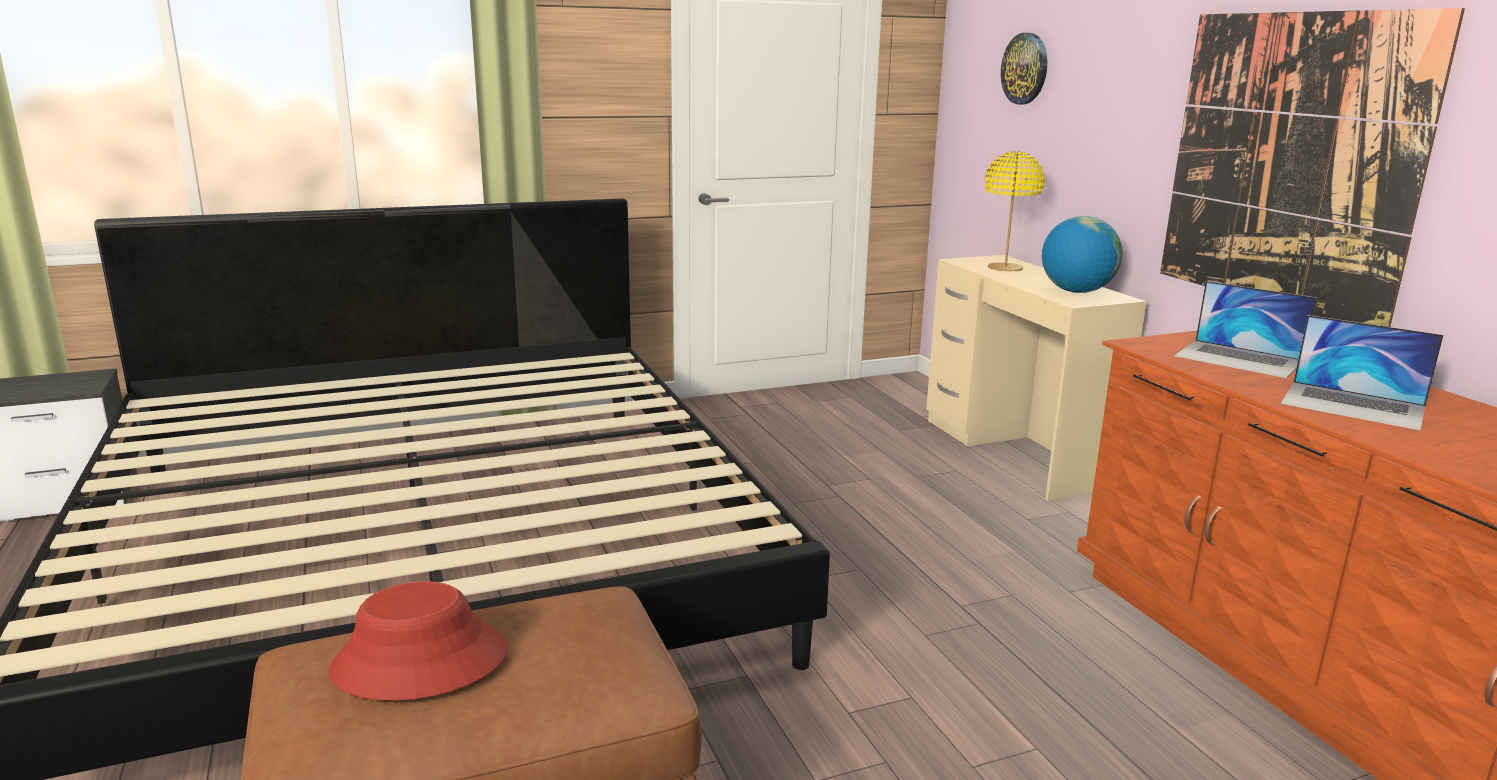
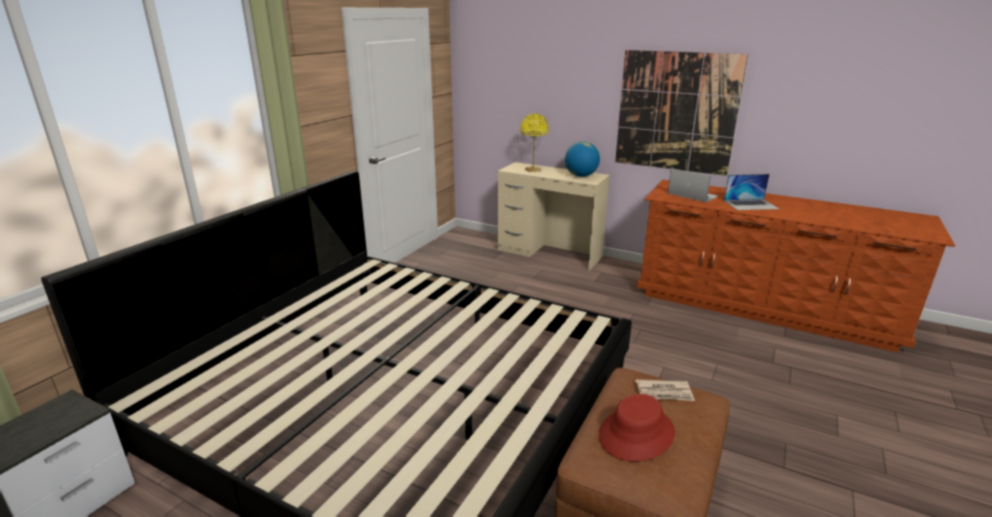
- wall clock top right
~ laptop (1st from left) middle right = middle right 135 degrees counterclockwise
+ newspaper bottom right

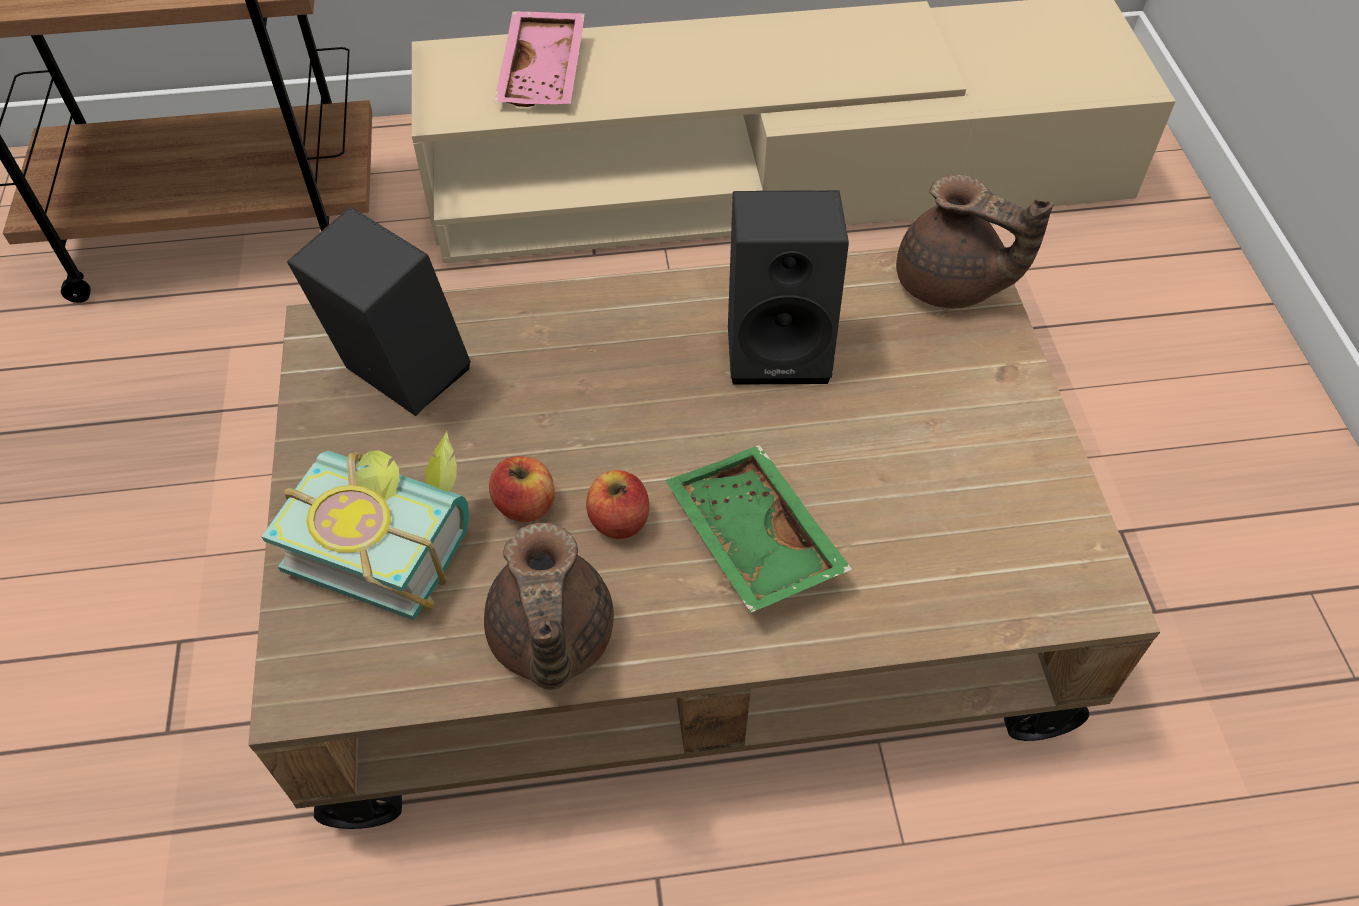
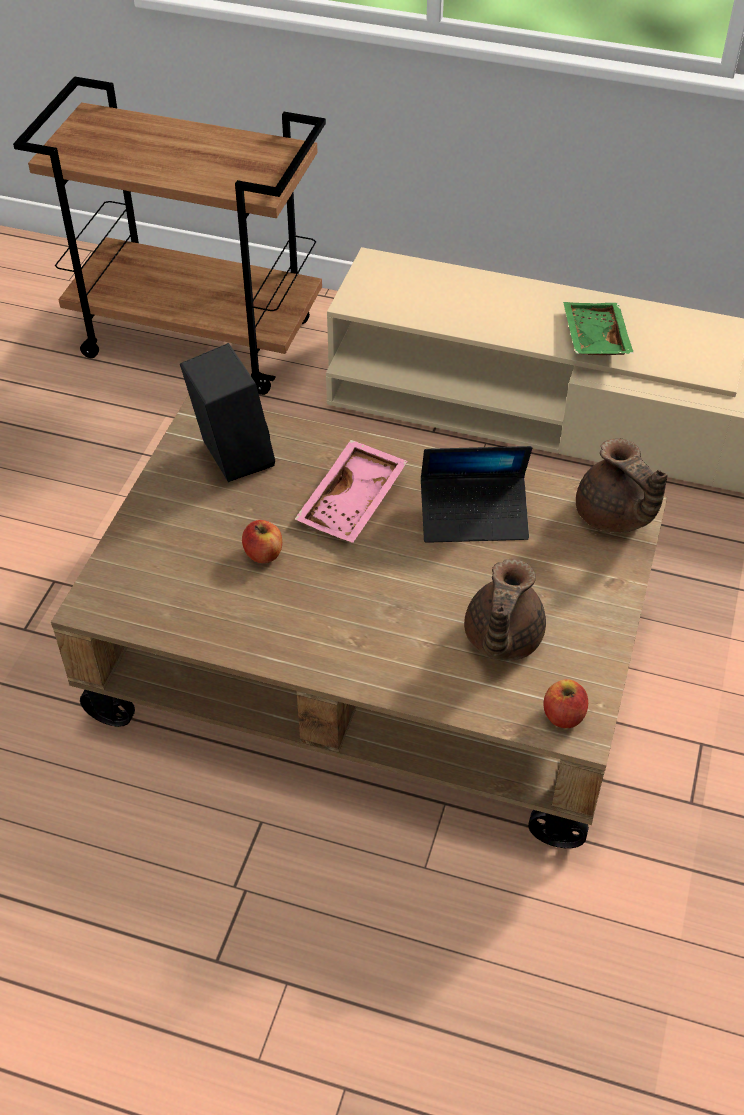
~ pink tray top centre to centre
~ black speaker (2nd from left) top centre to laptop centre
- book middle left
~ green tray centre to top right
~ apple (2nd from left) centre to middle right
~ brown teapot (1st from left) bottom centre to middle right

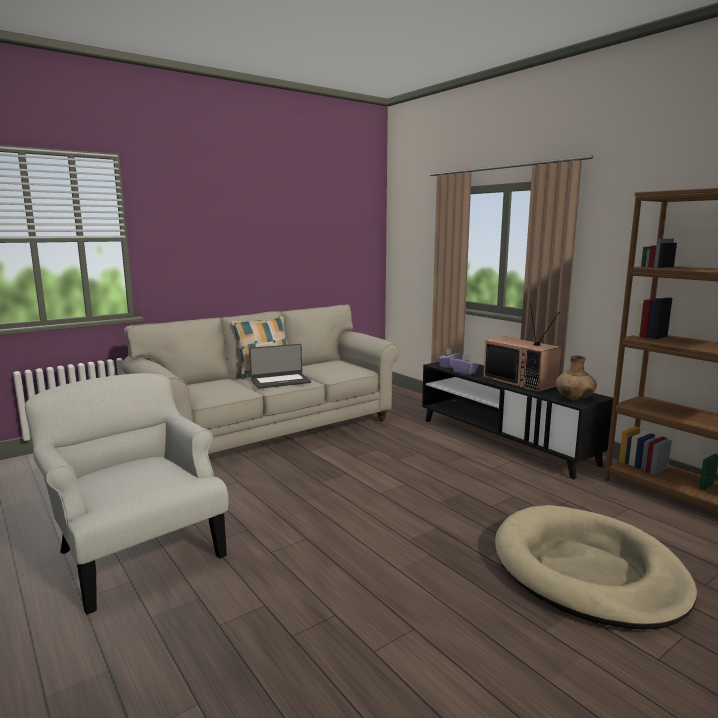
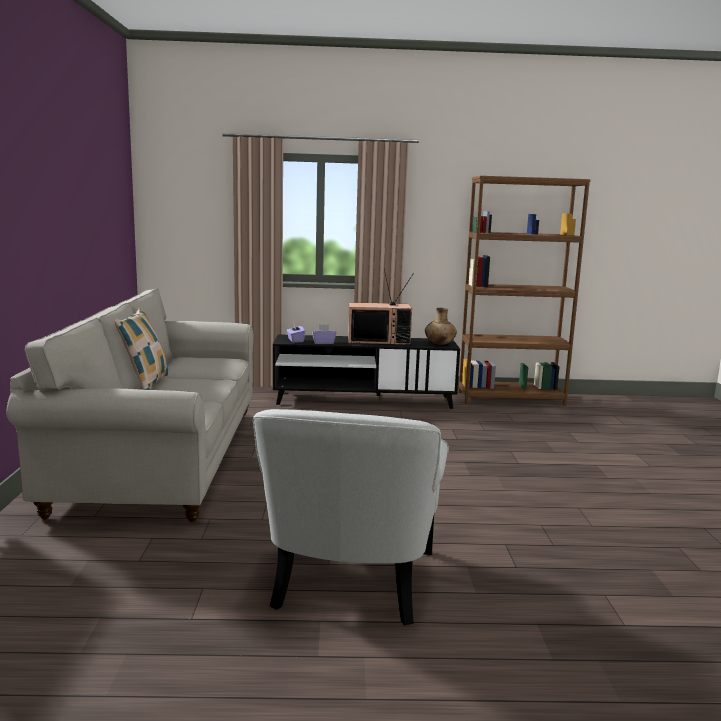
- laptop centre
~ white armchair bottom left = bottom centre 75 degrees counterclockwise
- beige dog bed bottom right

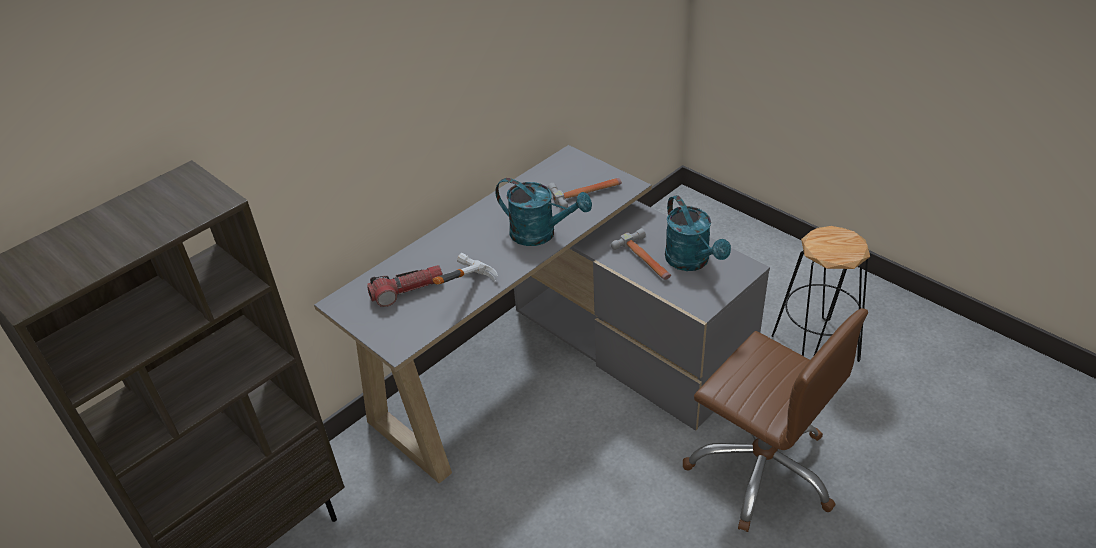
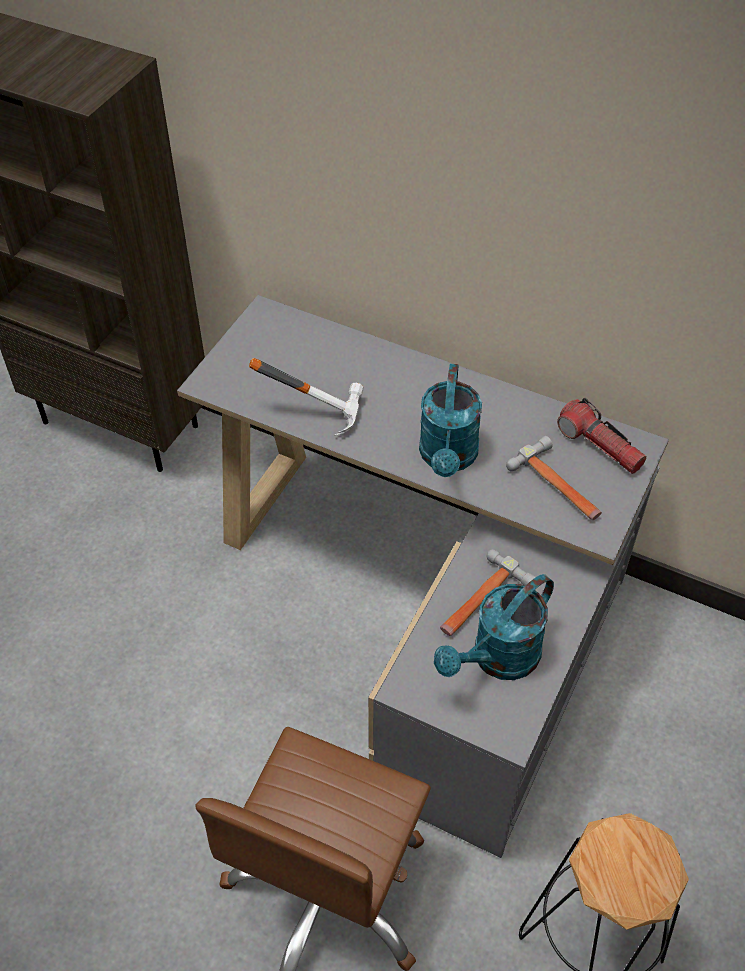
~ flashlight centre to middle right

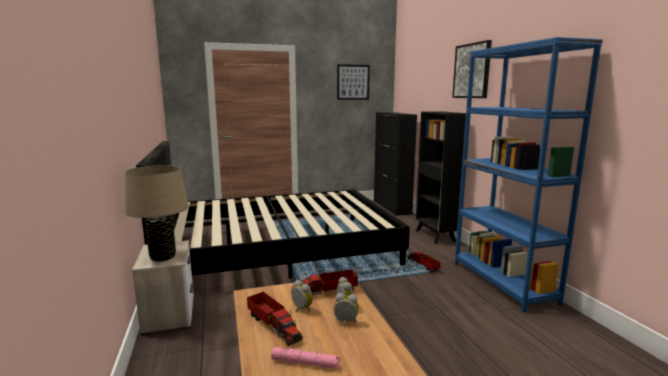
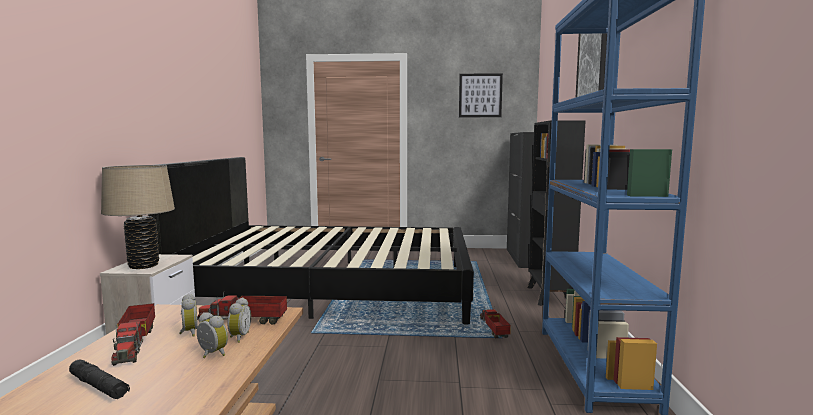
~ pink flashlight bottom centre to black flashlight bottom left

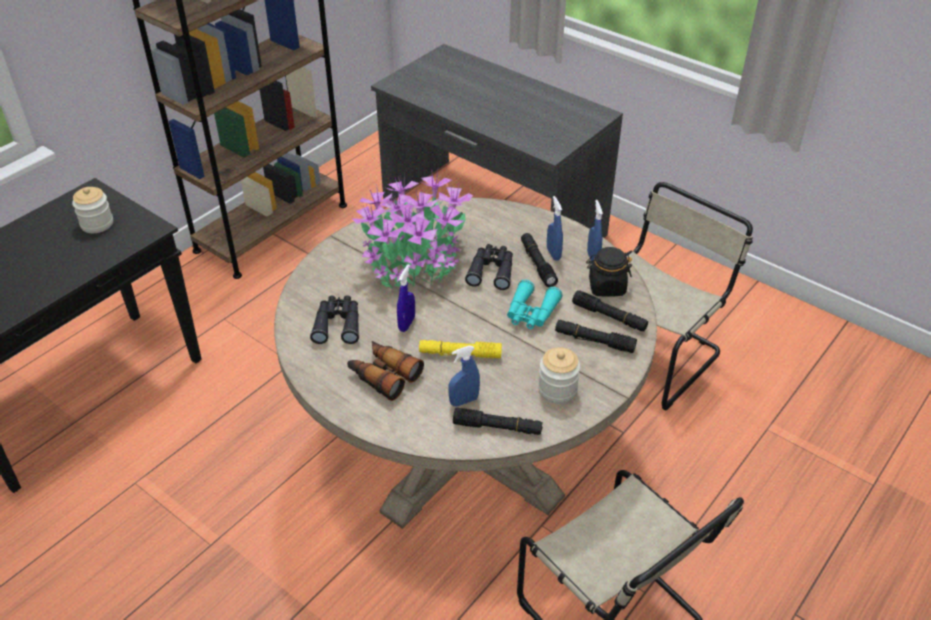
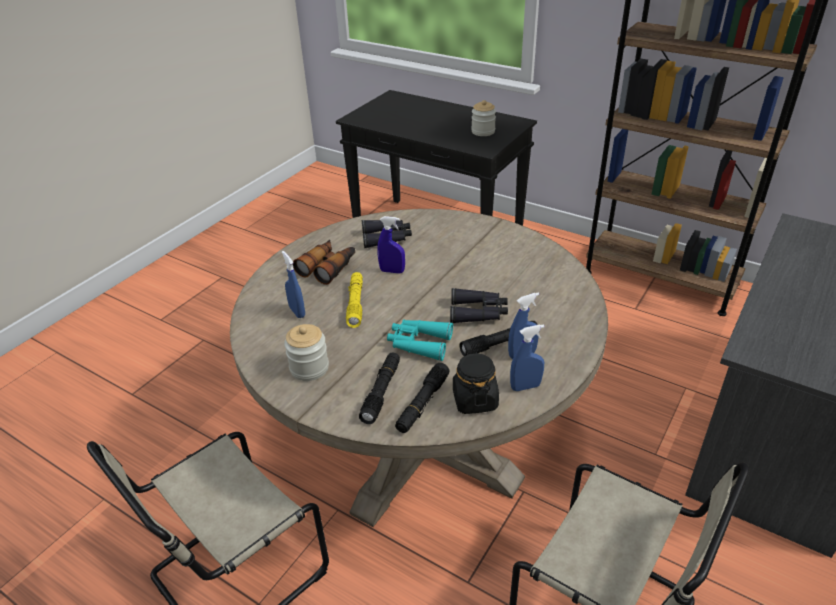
- potted plant centre
- black flashlight (1st from left) bottom centre

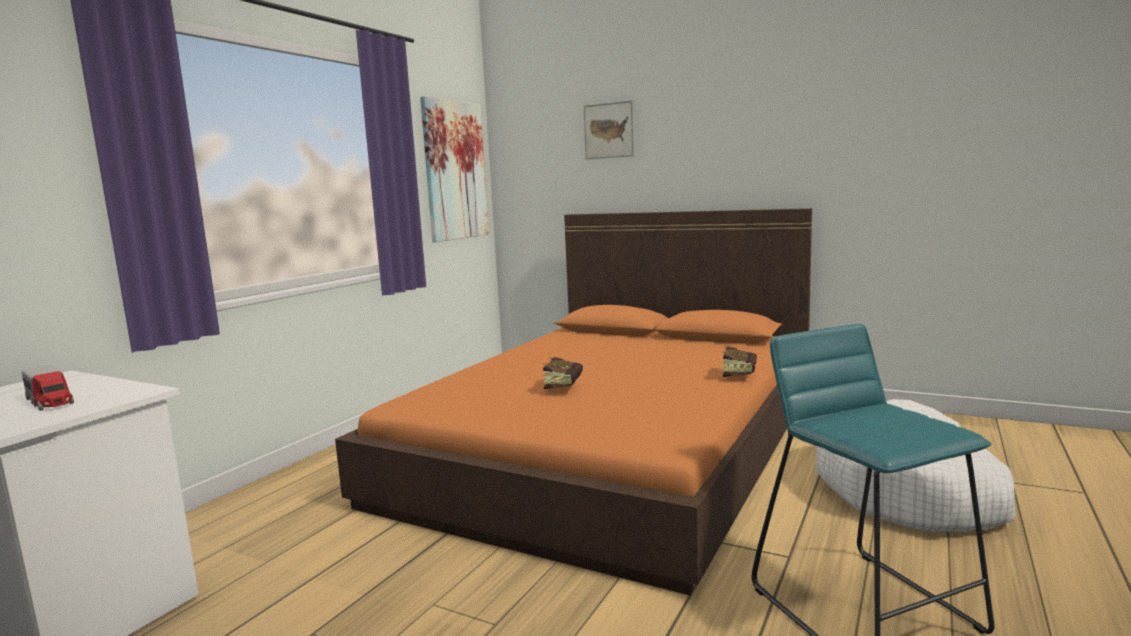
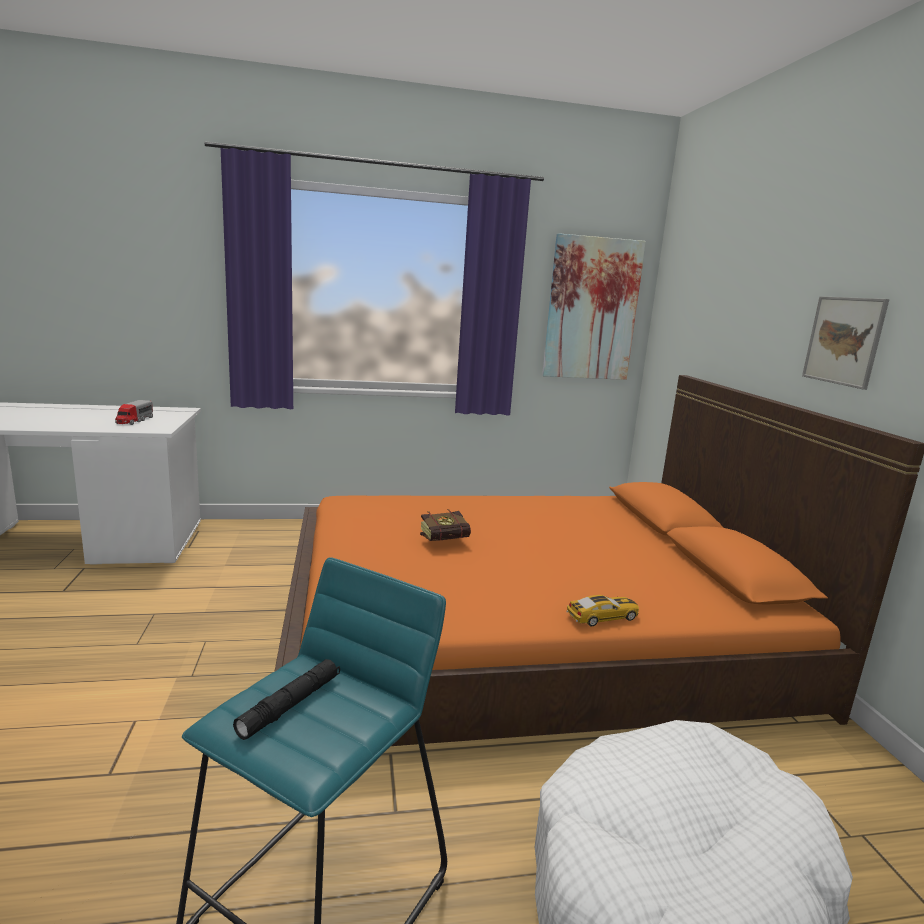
~ picture (2nd from left) top centre to middle right
~ book (2nd from left) centre to toy car centre
+ black flashlight bottom left

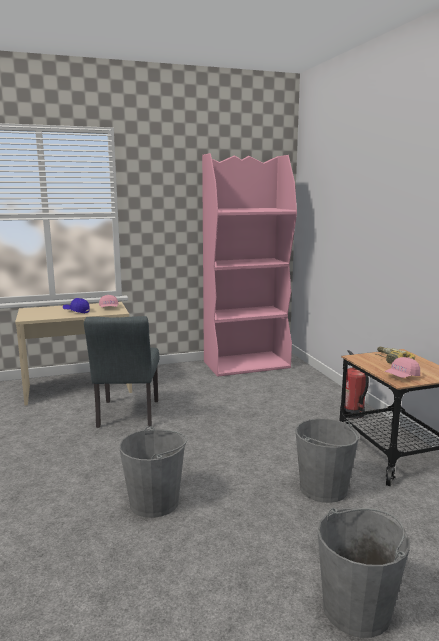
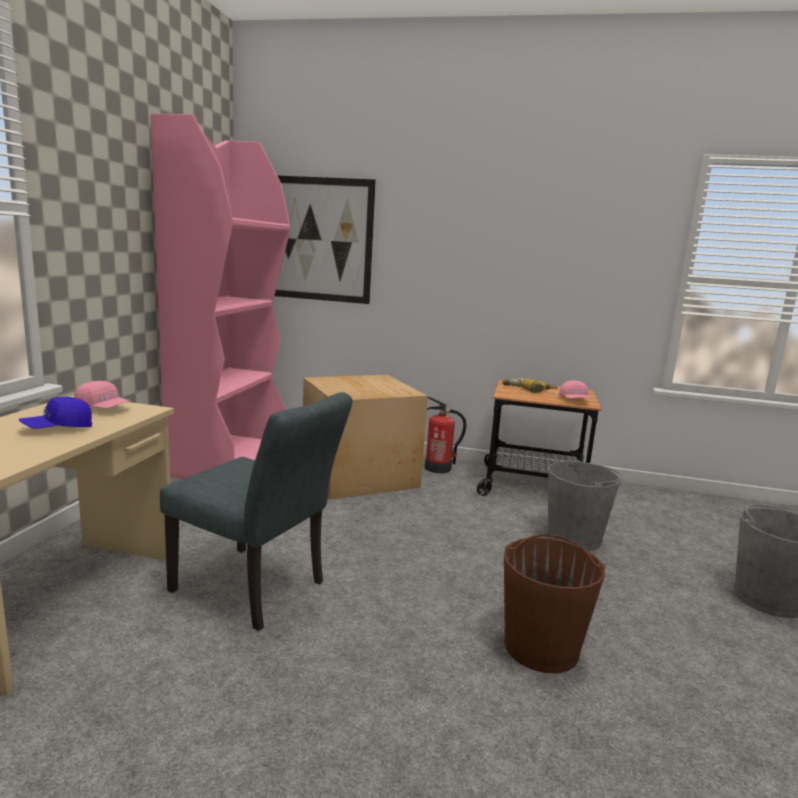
~ grey bucket (1st from left) bottom centre to brown bucket bottom right
+ picture top centre
+ cardboard box centre

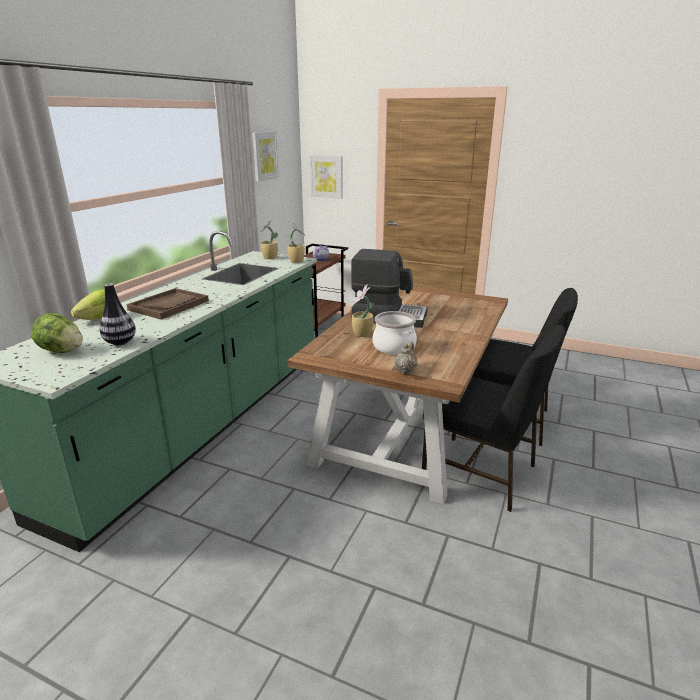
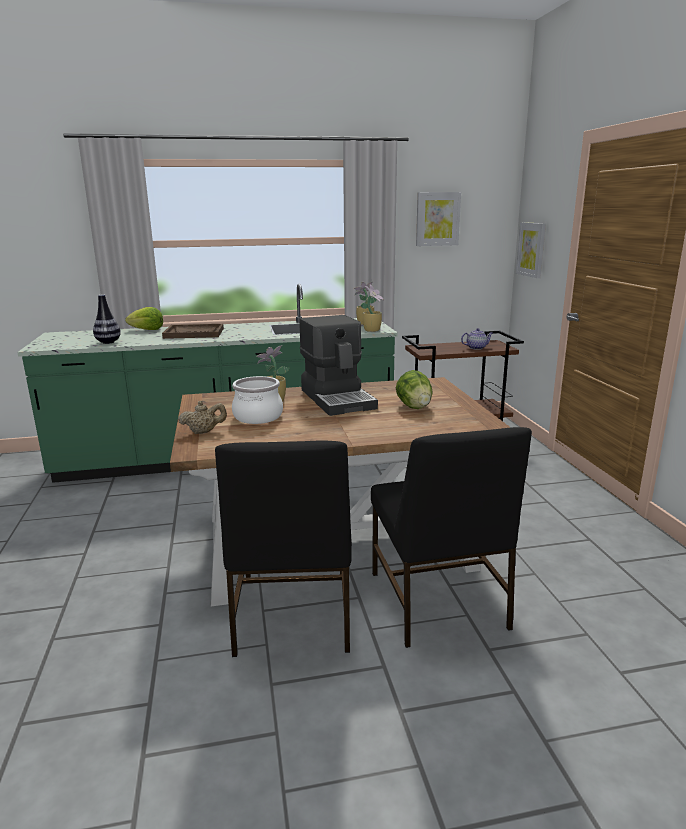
~ lettuce (1st from left in the first image) middle left to lettuce (2nd from left) centre

